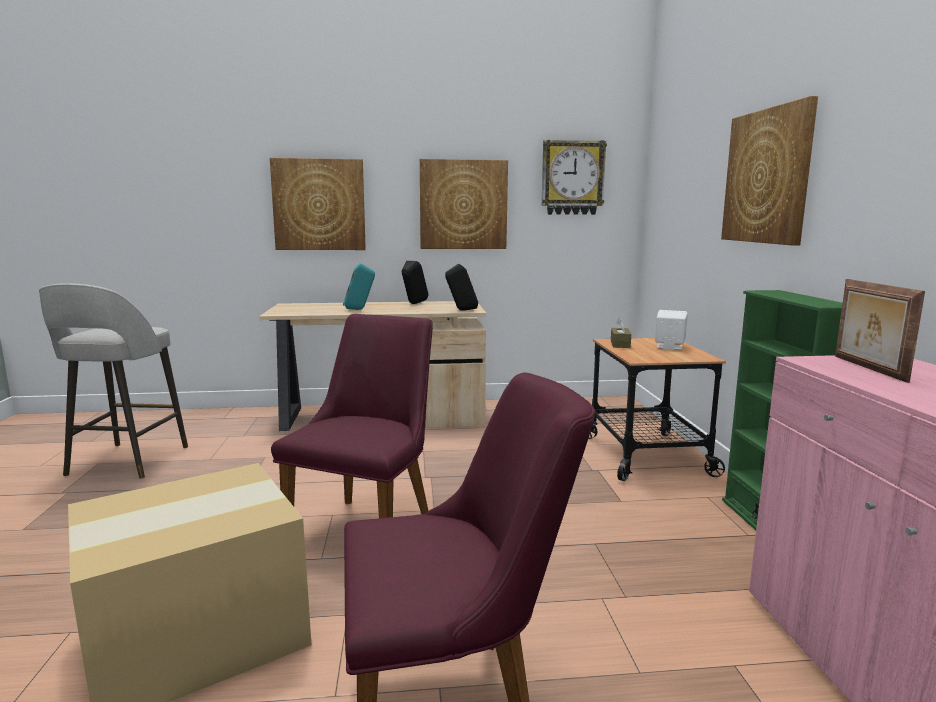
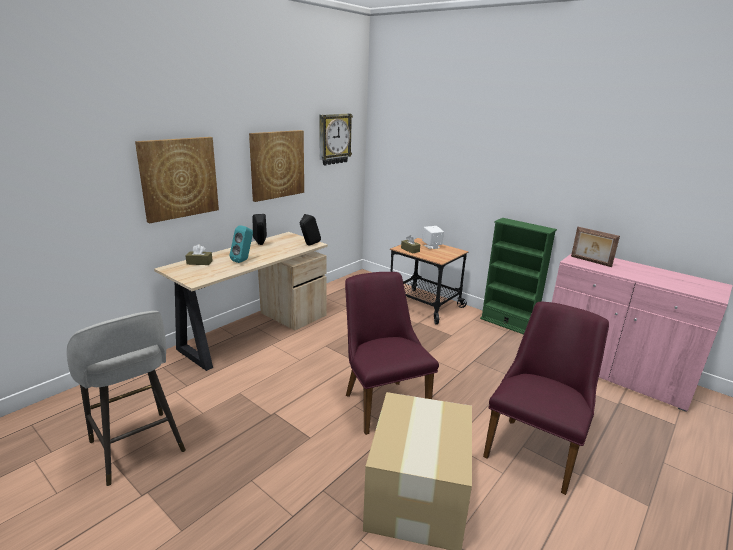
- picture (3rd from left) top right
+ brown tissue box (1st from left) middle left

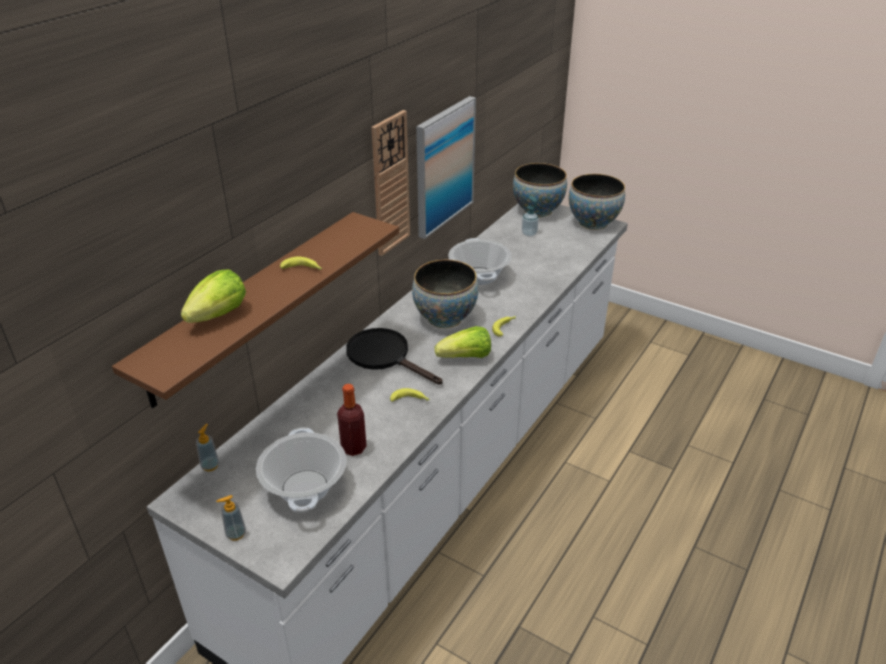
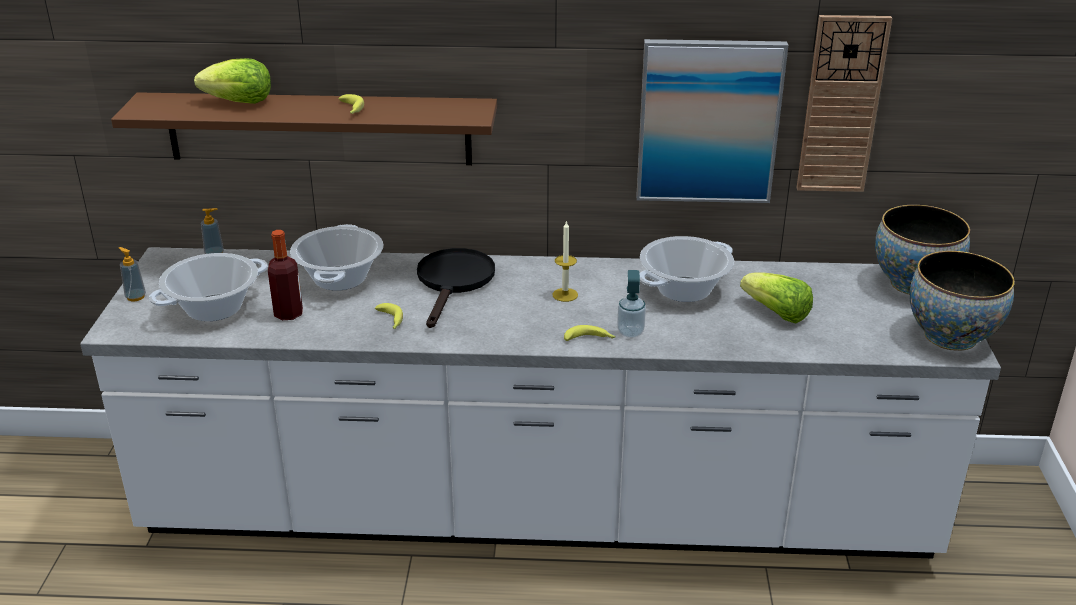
~ wall clock top centre to top right
~ soap dispenser (3rd from left) top centre to centre
~ bowl (1st from left) centre to candle centre
~ lettuce (2nd from left) centre to middle right
+ cooking pot (2nd from left) middle left

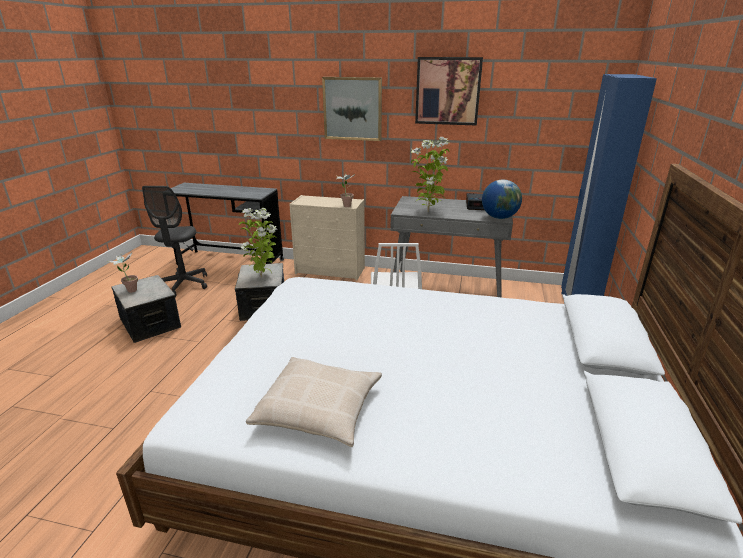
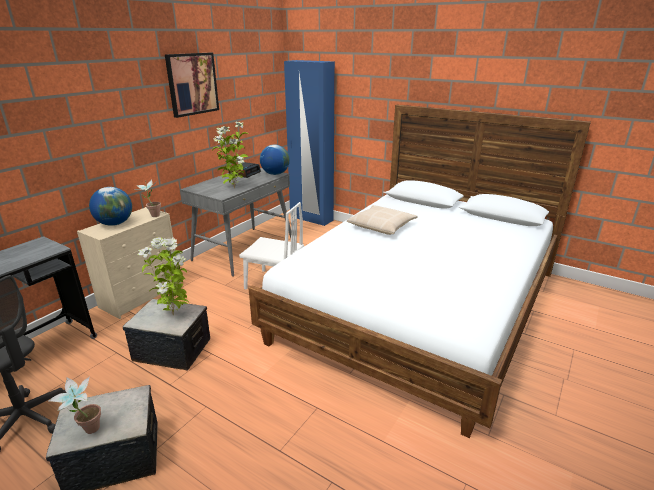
- picture (1st from left) top centre
~ beige pillow bottom centre to centre
+ globe (1st from left) middle left

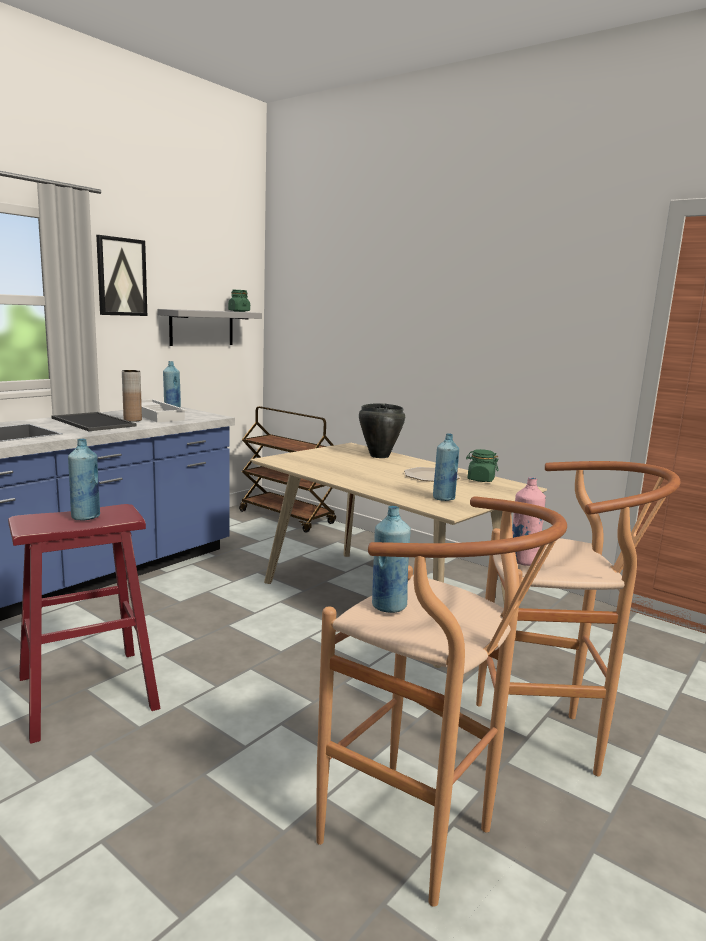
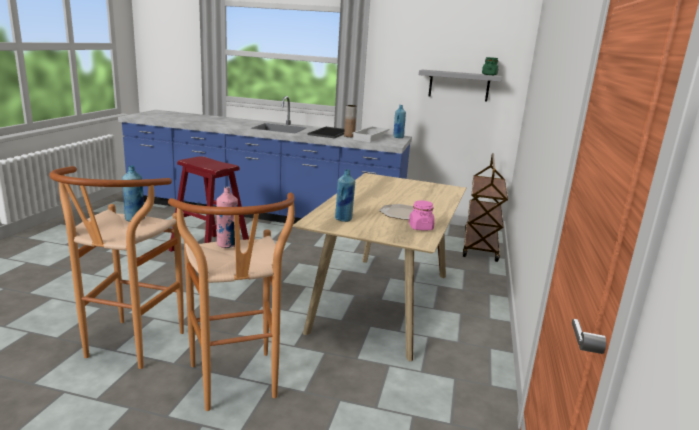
- picture top left
- black cooking pot centre
- blue bottle (1st from left) middle left
~ green jar (2nd from left) middle right to pink jar centre

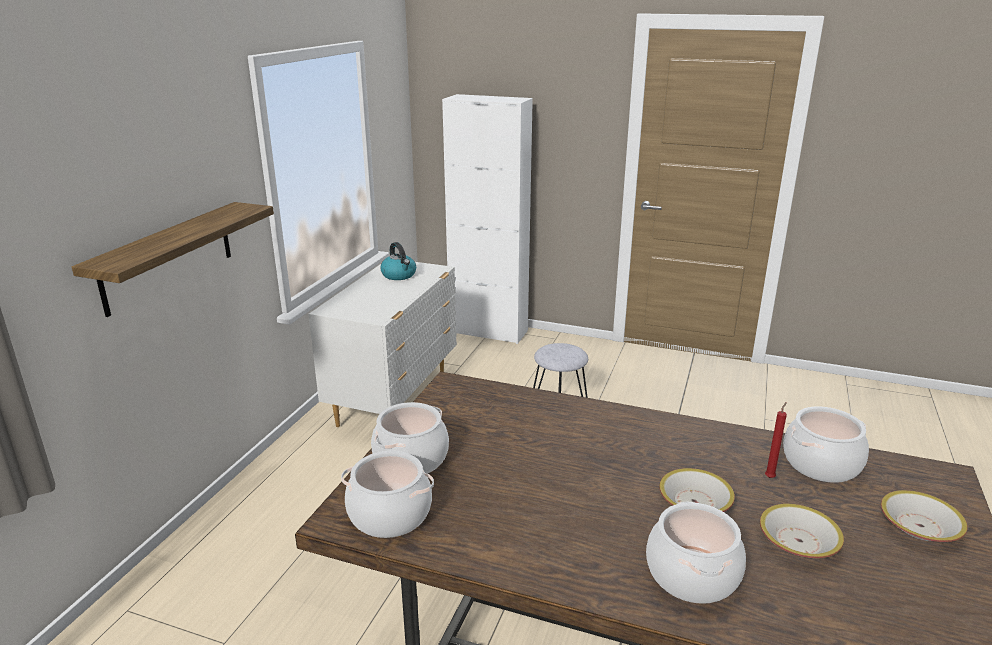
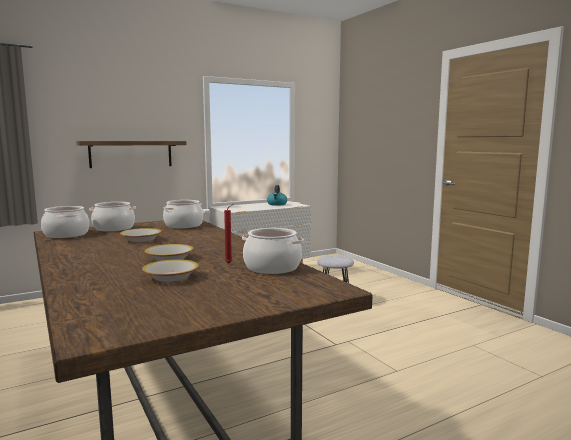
- white cabinet centre
~ bowl (3rd from left in the first image) bottom right to bowl (1st from left) middle left
~ cooking pot (3rd from left) bottom right to middle left

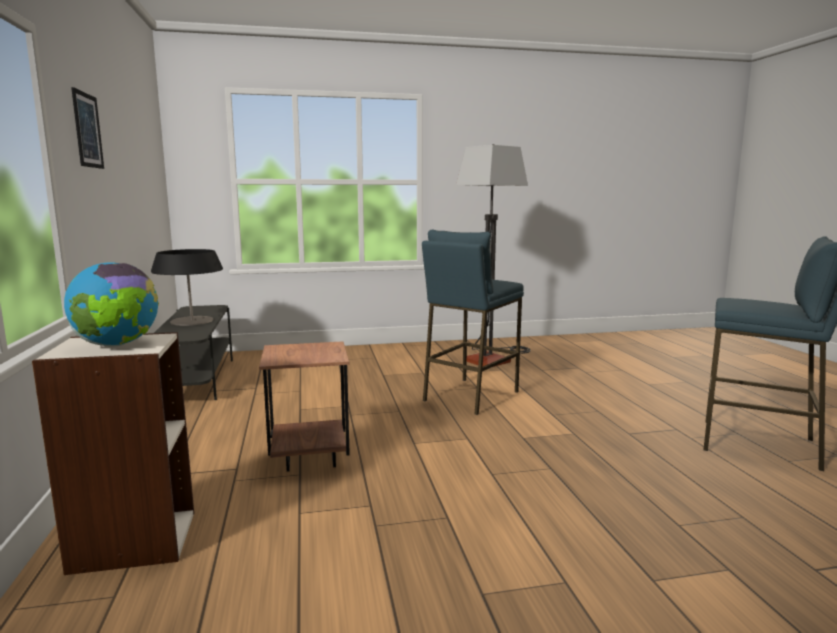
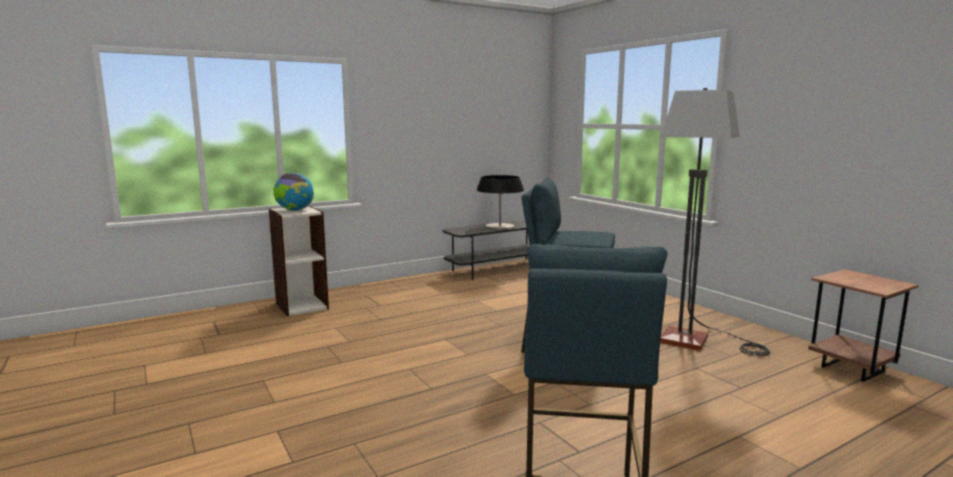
- picture top left
~ brown side table centre to bottom right

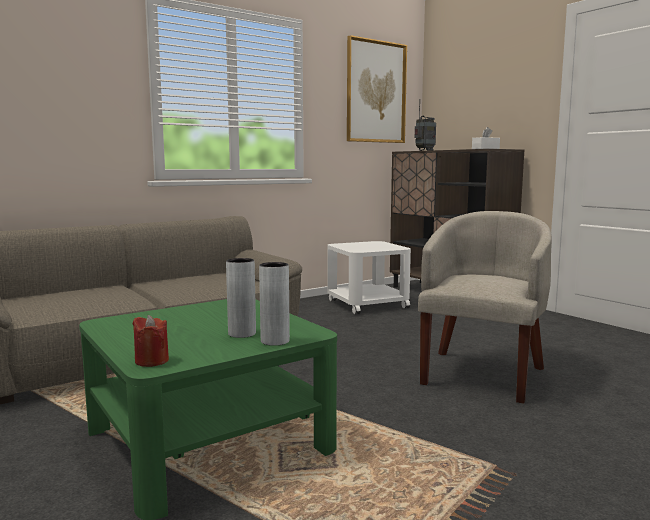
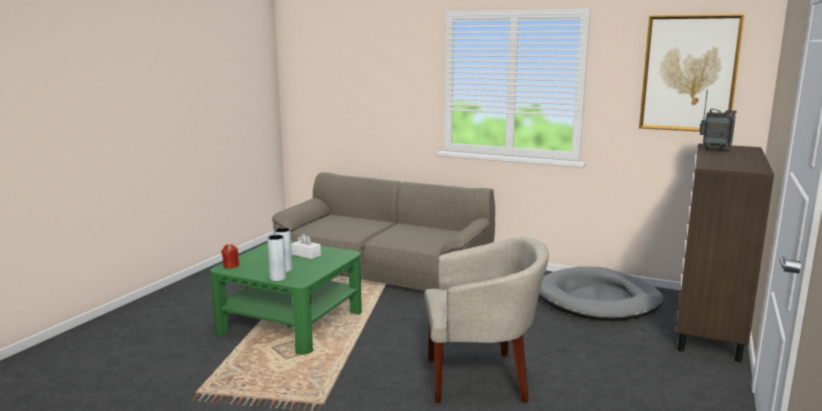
~ white tissue box top right to centre
~ white side table centre to grey dog bed bottom right

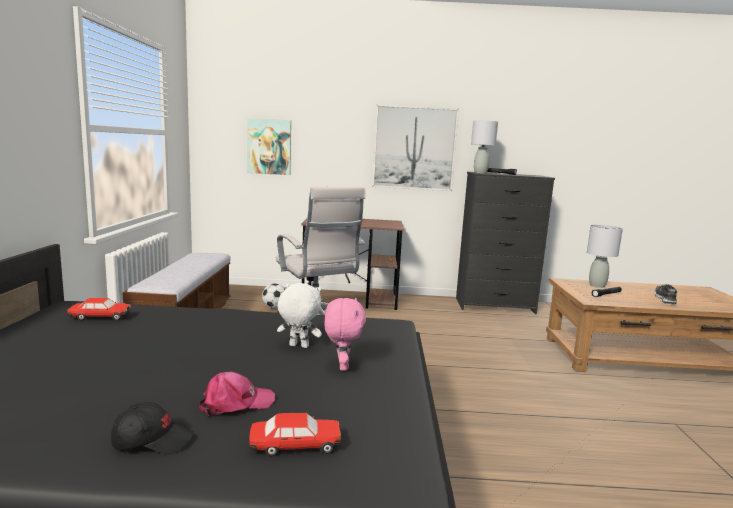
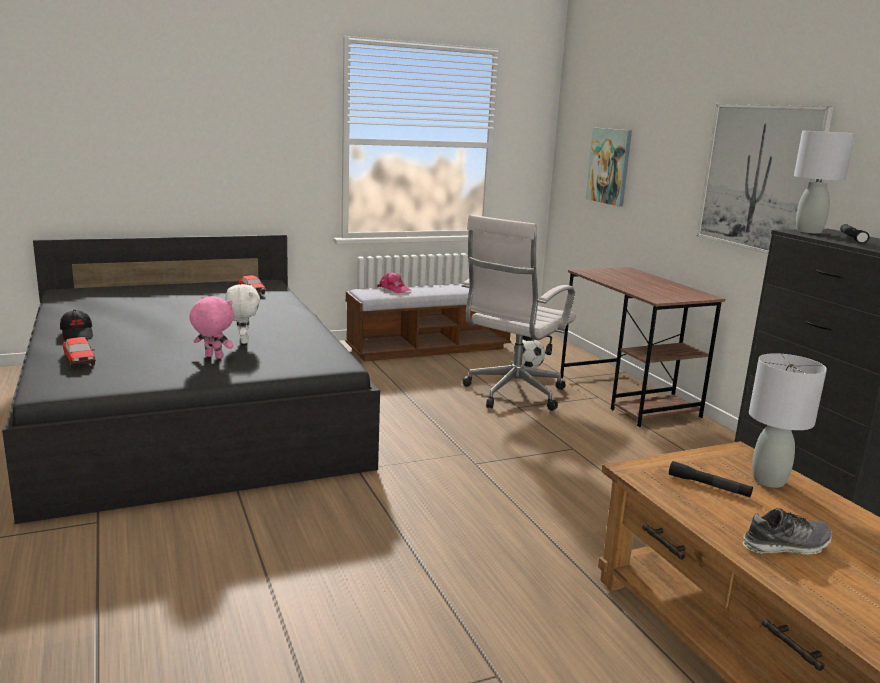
~ pink plush toy centre = middle left 135 degrees counterclockwise
~ pink cap bottom left to centre

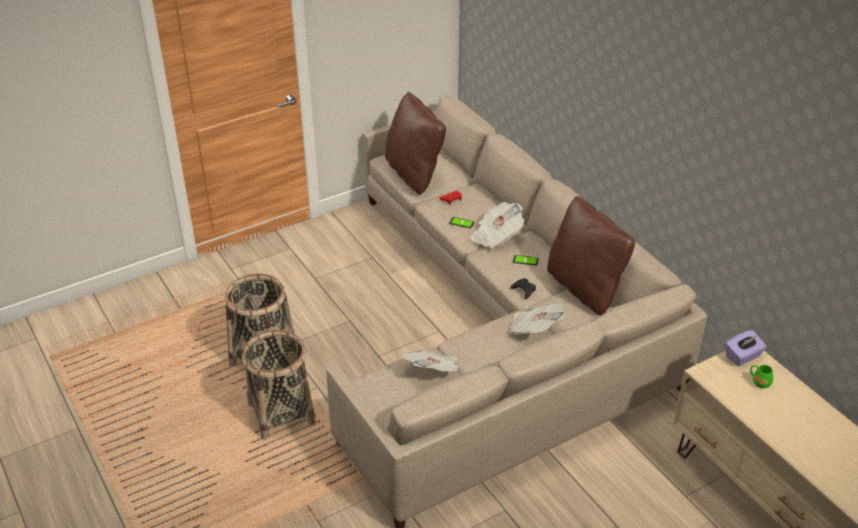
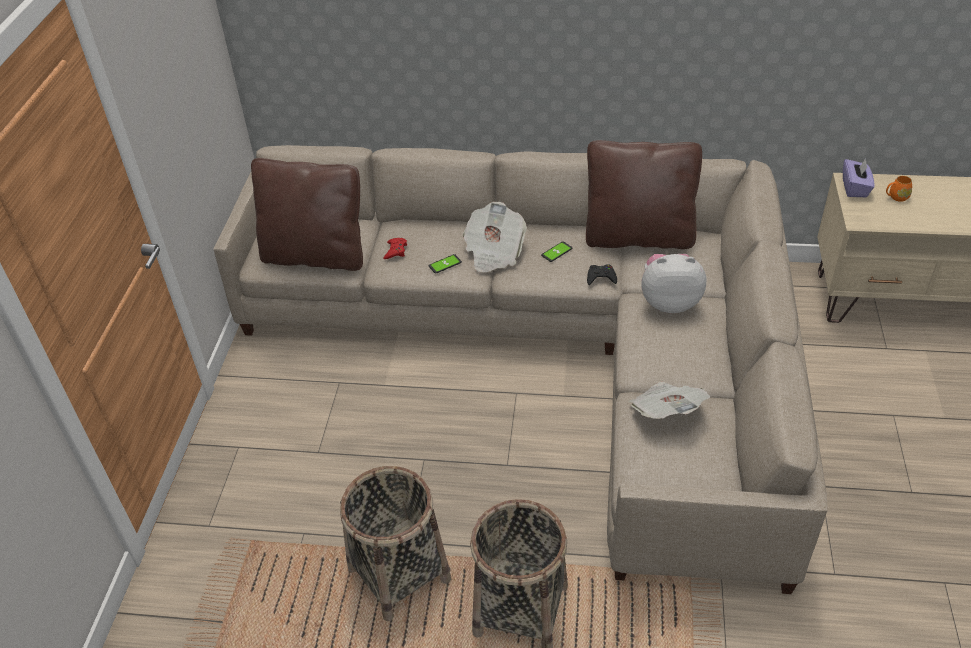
~ newspaper (3rd from left) centre to plush toy middle right
~ green mug bottom right to orange mug top right

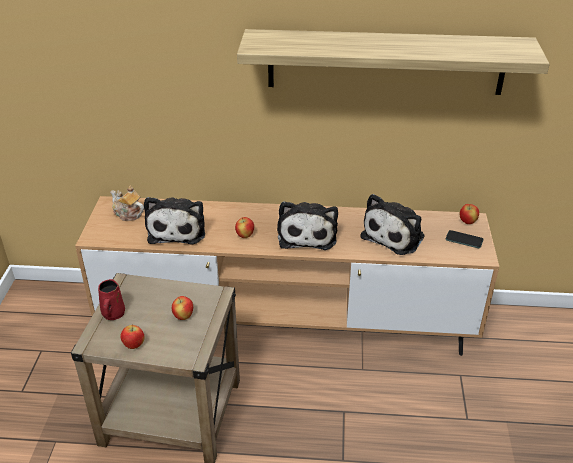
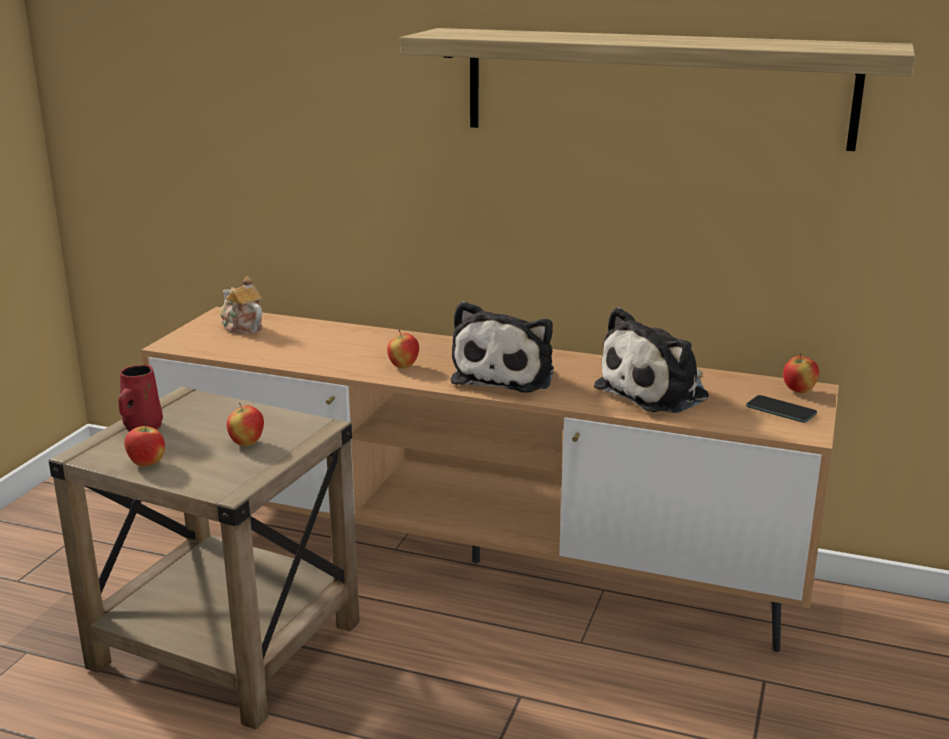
- plush toy (1st from left) middle left

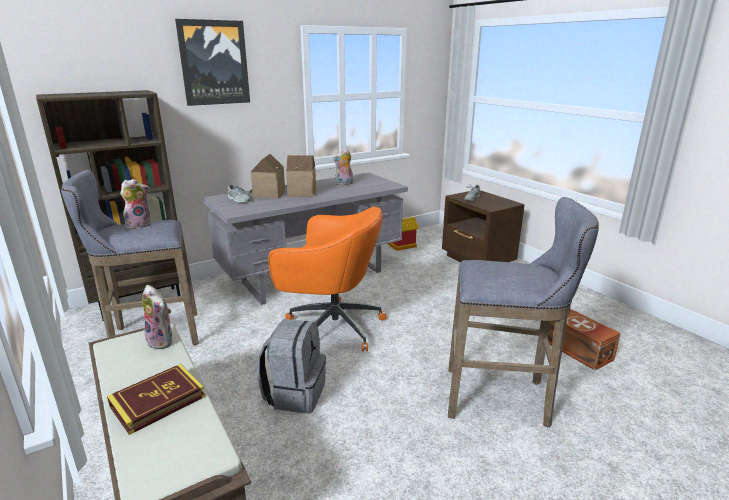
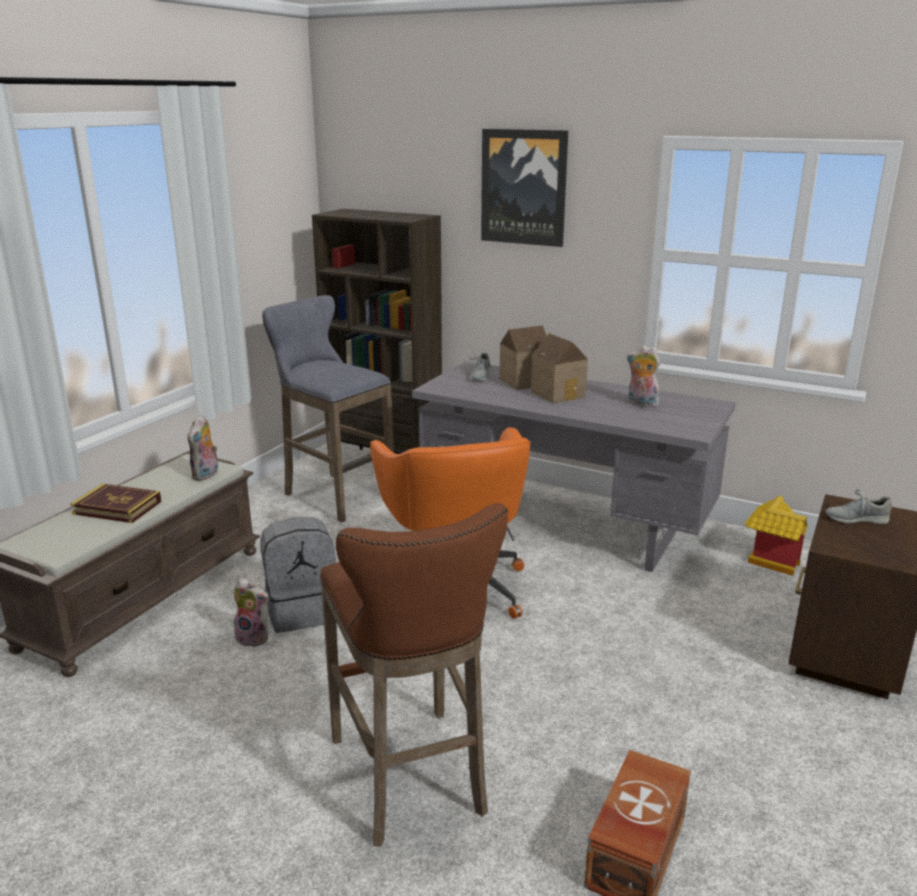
~ plush toy (1st from left in the first image) middle left to plush toy (2nd from left) bottom left
~ grey stool (2nd from left) middle right to brown stool bottom centre

